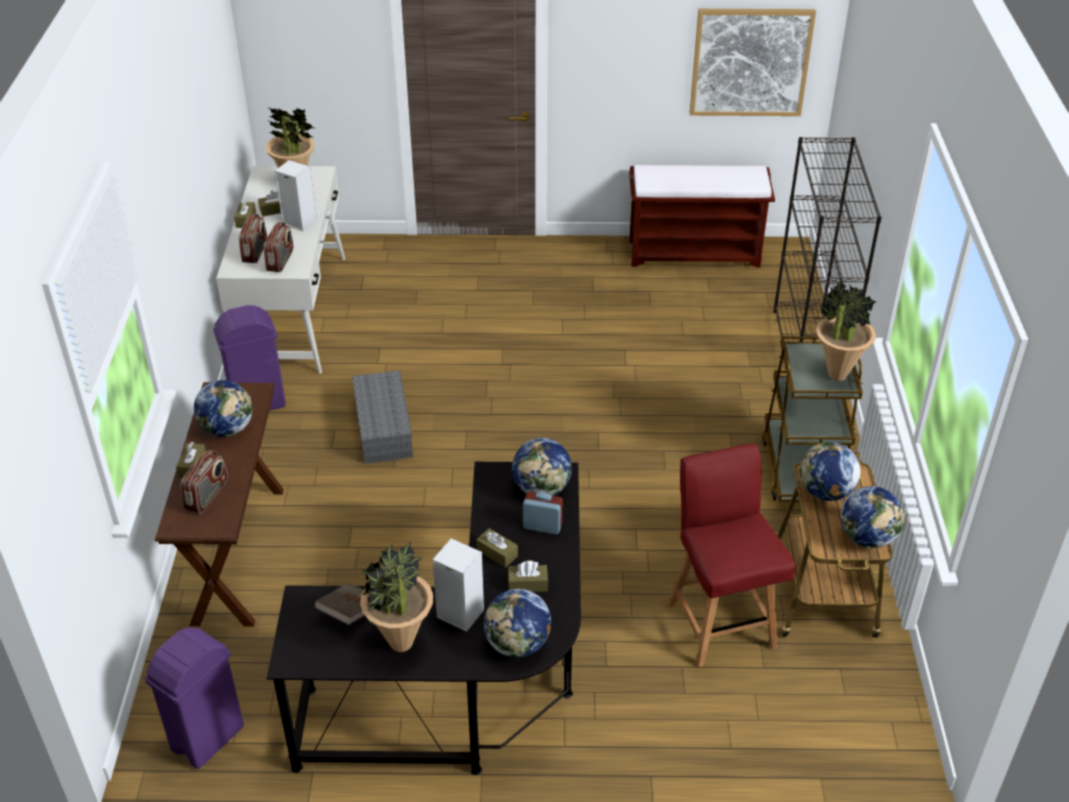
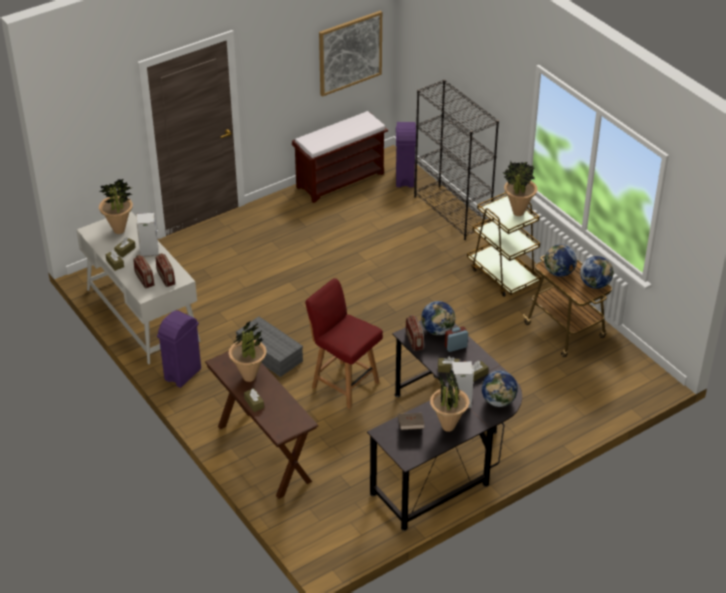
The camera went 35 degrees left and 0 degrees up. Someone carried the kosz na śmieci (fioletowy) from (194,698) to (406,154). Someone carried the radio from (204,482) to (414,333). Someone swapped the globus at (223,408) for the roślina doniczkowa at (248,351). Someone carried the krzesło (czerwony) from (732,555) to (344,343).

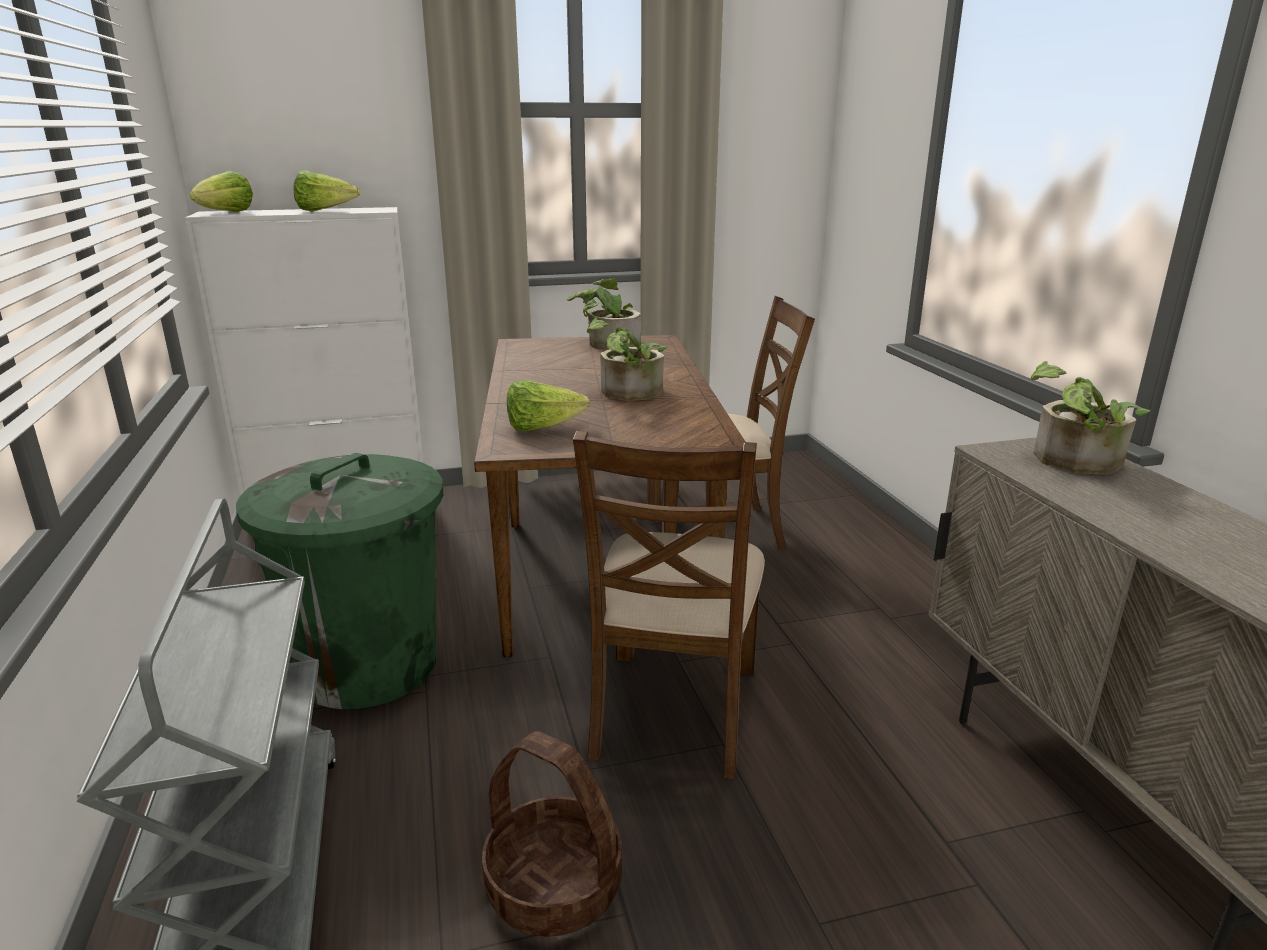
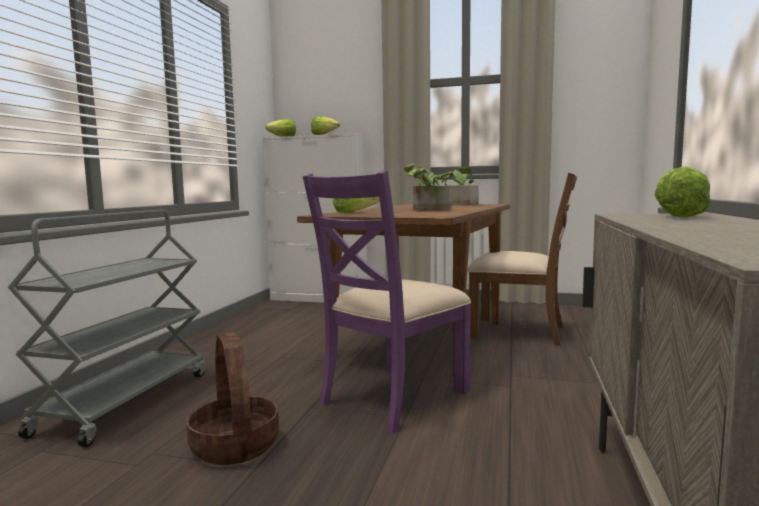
The camera went 30 degrees right and 15 degrees down. Someone took away the kosz na śmieci (zielony) at (339,581). Someone repainted the krzesło (brązowy) at (669,605), which became the krzesło (fioletowy) at (387,301). Someone swapped the roślina doniczkowa at (1090,417) for the sałata at (683,192).

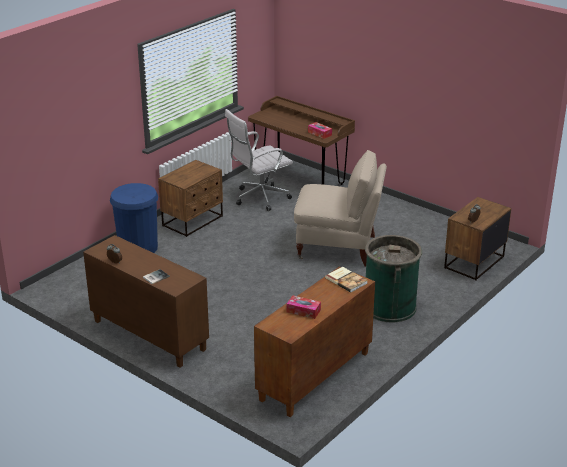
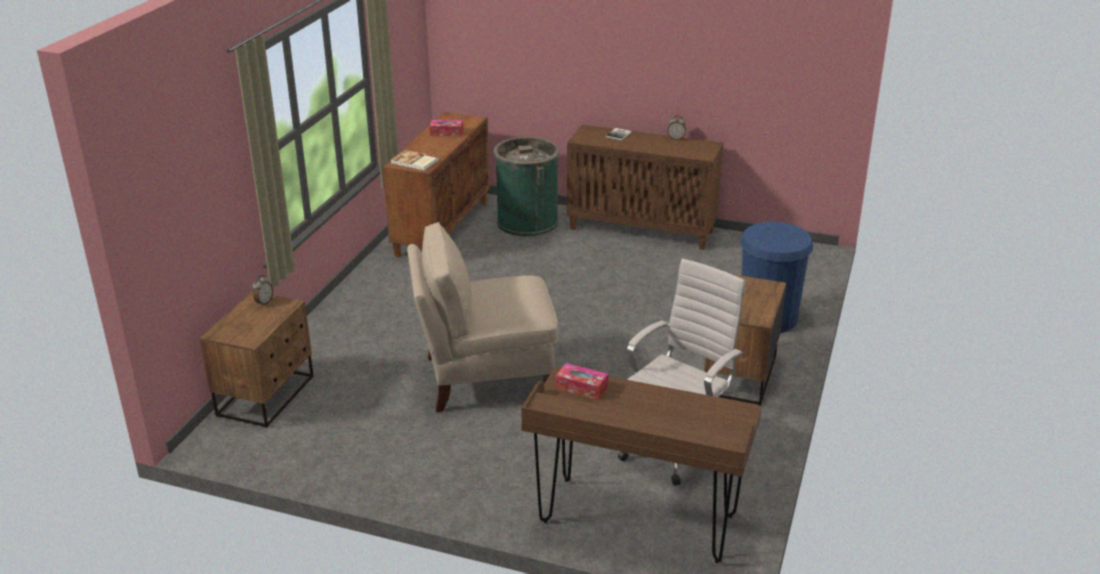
The camera went 160 degrees right and 0 degrees up. Someone carried the kosz na śmieci (zielony) from (393,279) to (527,187).

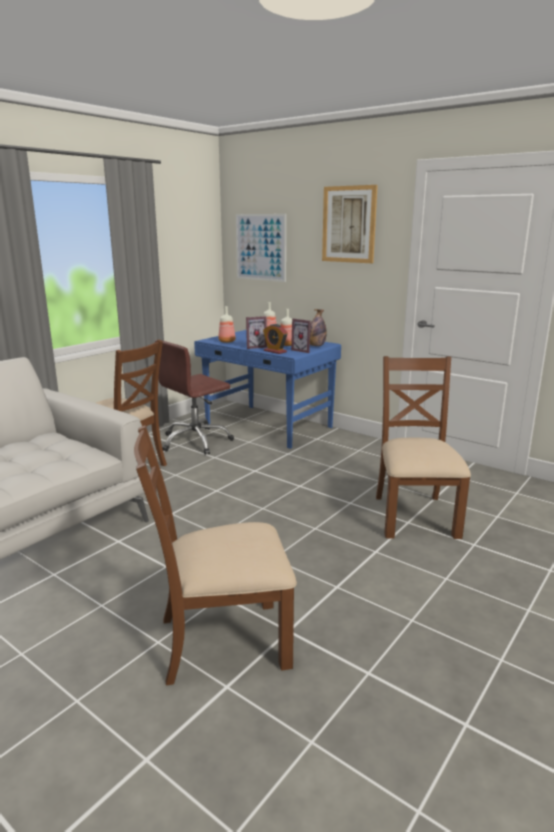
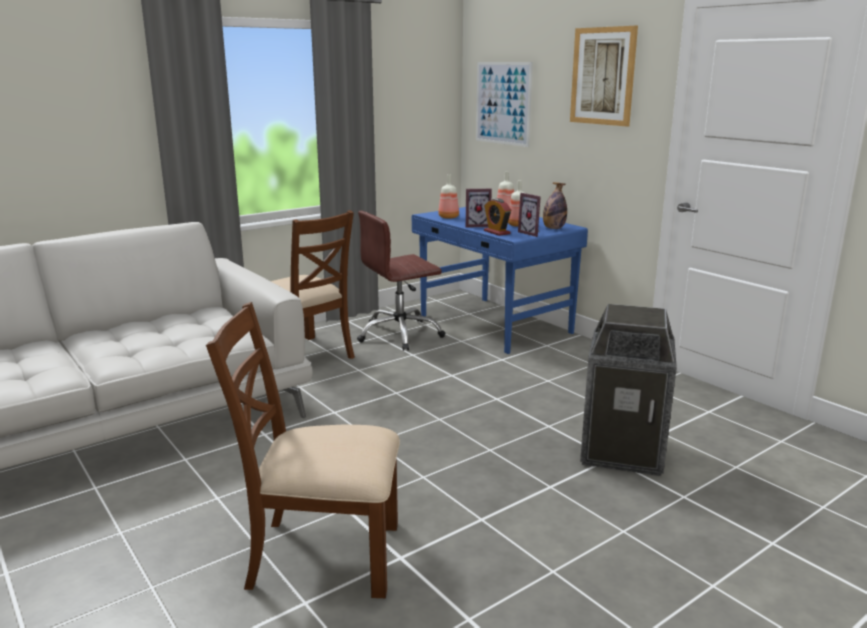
The camera went 15 degrees right and 0 degrees up. Someone swapped the krzesło (brązowy) at (423,447) for the kosz na śmieci at (628,390).

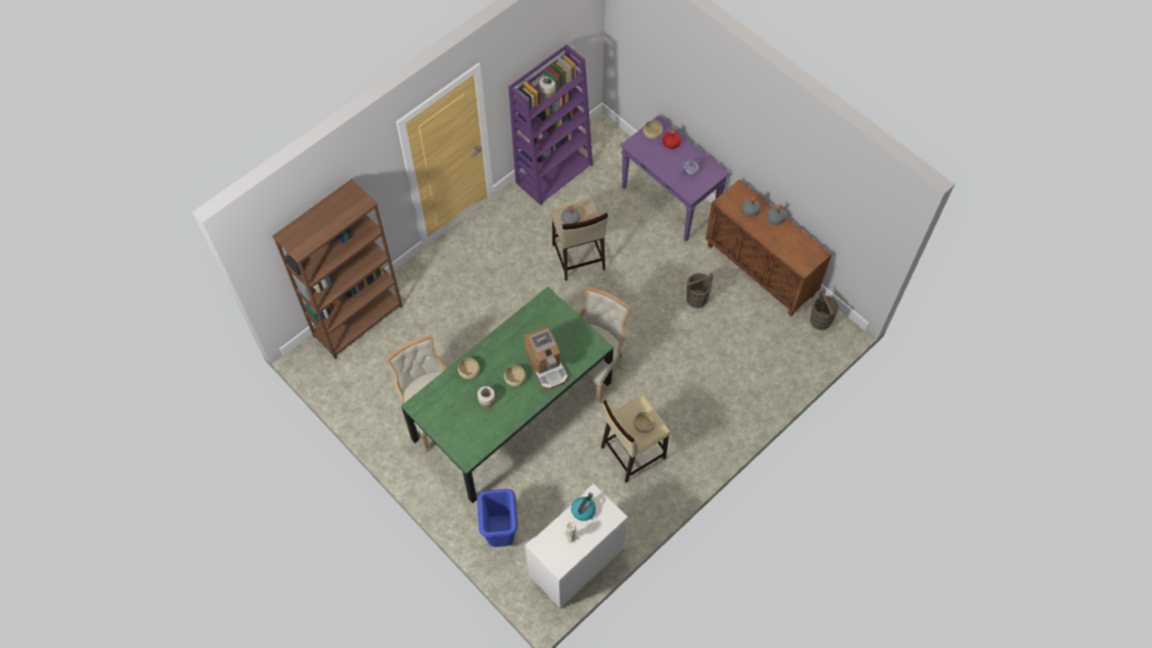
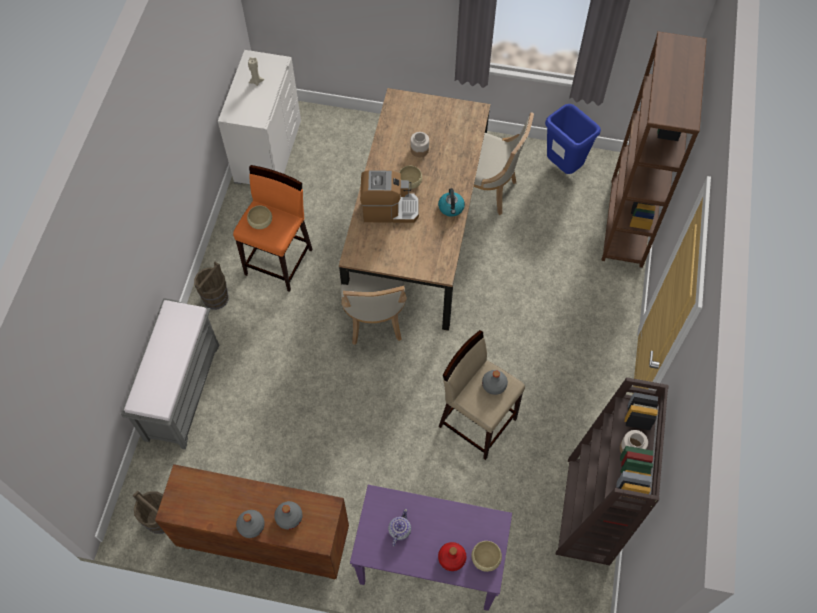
The camera went 145 degrees right and 0 degrees up. Someone repainted the stół jadalny (zielony) at (507,395), which became the stół jadalny (brązowy) at (414,209). Someone took away the miska (beżowy) at (469,368). Someone carried the kosz na śmieci (niebieski) from (497,518) to (573,139). Someone repainted the regał (fioletowy) at (550,124), which became the regał (brązowy) at (612,471). Someone rotated the ekspres do kawy at (546,358) by 150 degrees clockwise. Someone carried the czajnik from (583,507) to (451,202). Someone repainted the stołek (beżowy) at (635,439), which became the stołek (pomarańczowy) at (273,228). Someone carried the wiadro (brązowy) from (700,290) to (211,286). Someone put down the ławka (szary) at (170,373).

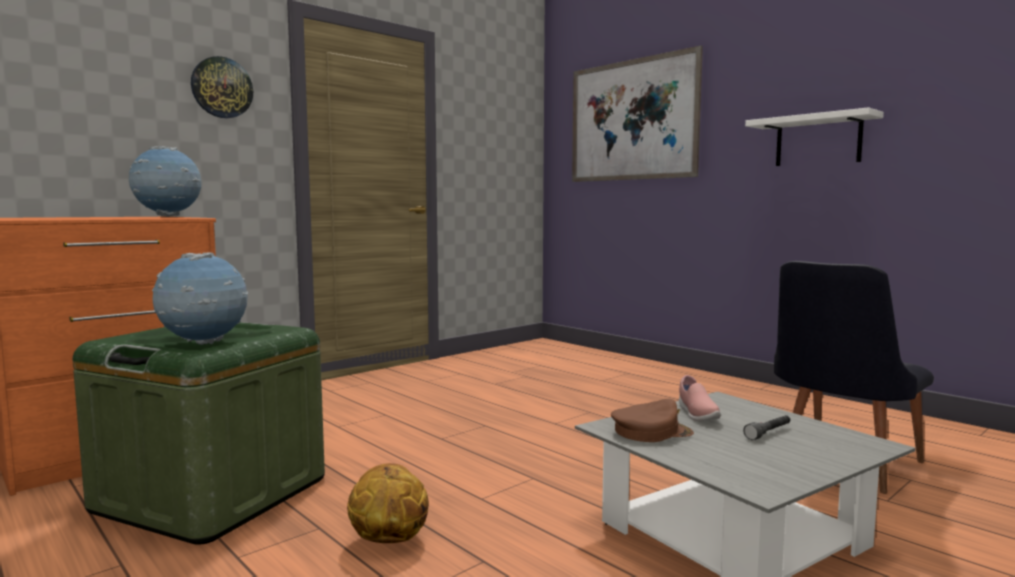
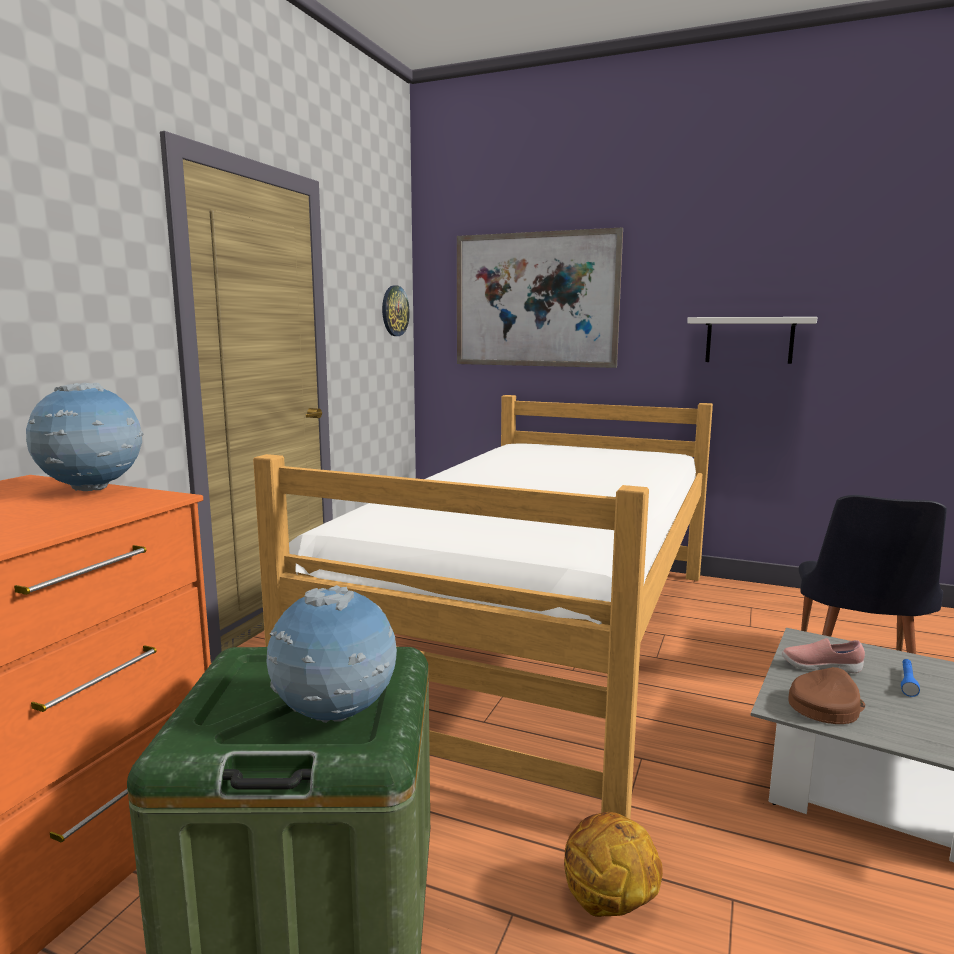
The camera went 25 degrees left and 5 degrees up. Someone carried the zegar ścienny from (222,87) to (396,310). Someone rotated the but (różowy) at (700,398) by 135 degrees clockwise. Someone repainted the latarka (szary) at (766,427), which became the latarka (niebieski) at (910,678). Someone put down the łóżko at (483,607).

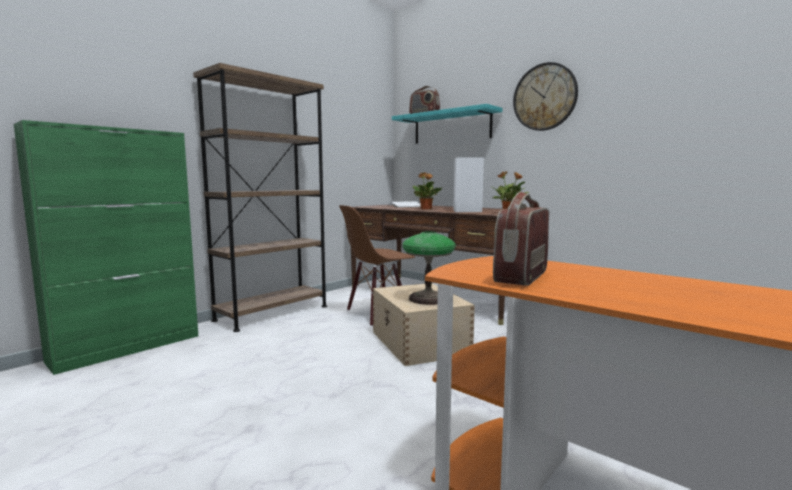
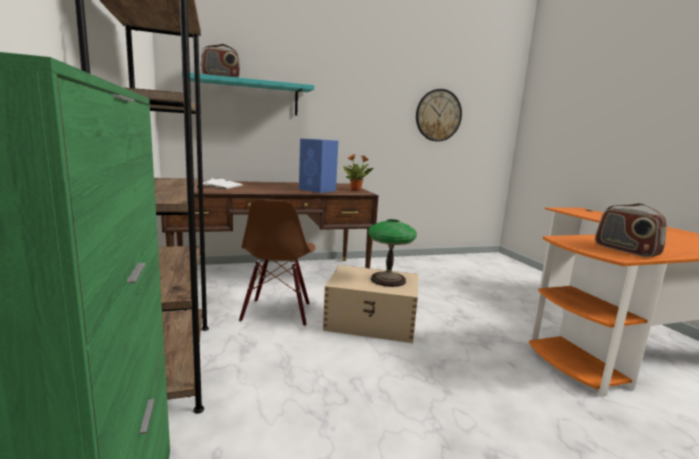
The camera went 60 degrees left and 5 degrees up. Someone took away the roślina doniczkowa at (428,190). Someone repainted the głośnik (biały) at (468,184), which became the głośnik (niebieski) at (318,166). Someone carried the zegar ścienny from (545,96) to (439,115).

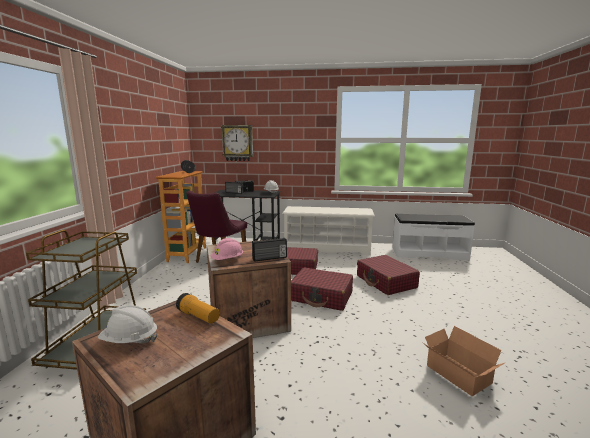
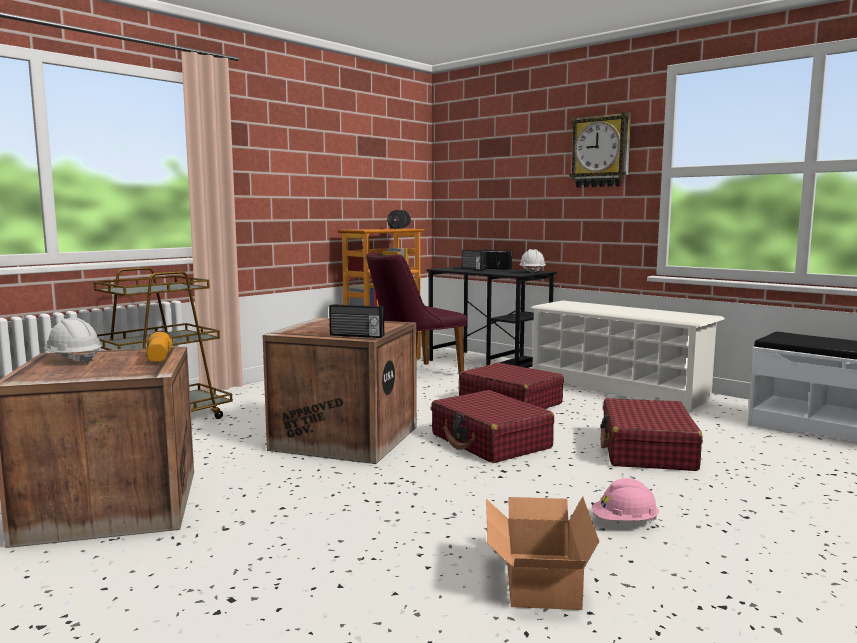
The camera went 35 degrees right and 5 degrees down. Someone carried the kask (różowy) from (227,249) to (625,499). Someone carried the zegar ścienny from (237,143) to (600,150).

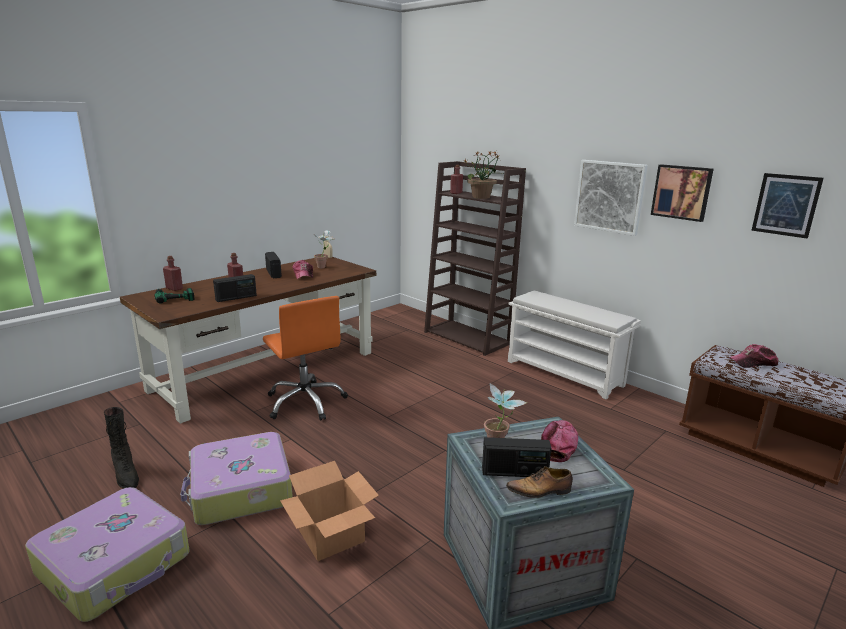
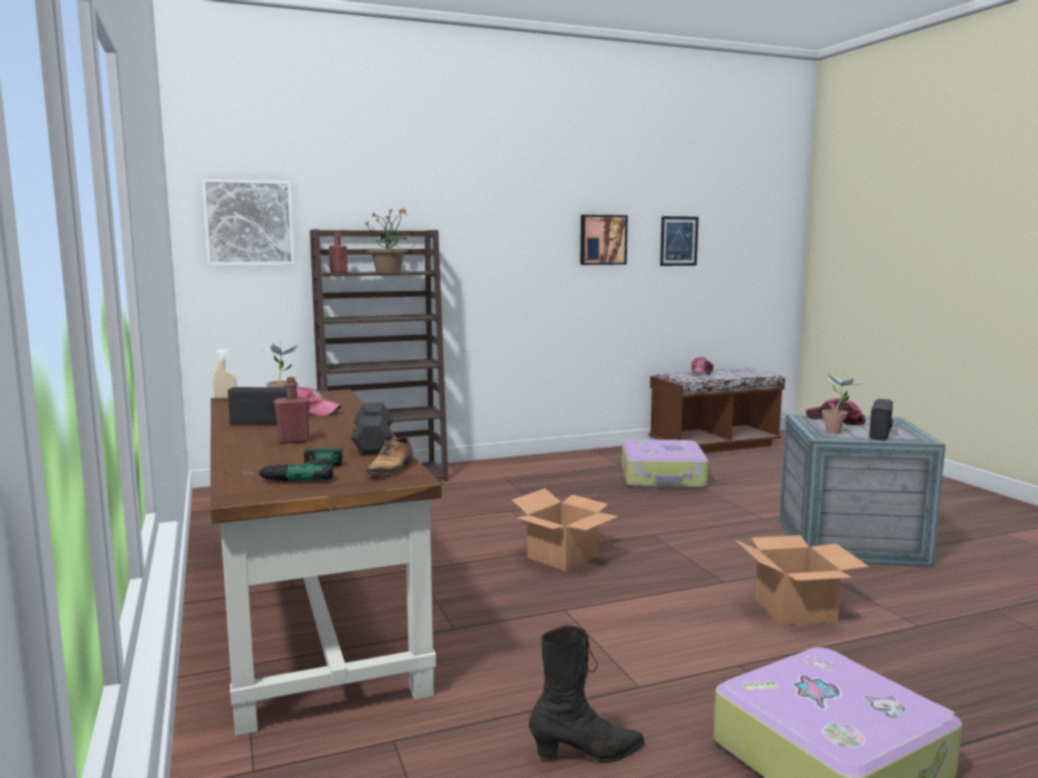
The camera went 65 degrees left and 10 degrees down. Someone took away the butelka (czerwony) at (173,273). Someone carried the walizka from (236,478) to (665,464). Someone swapped the radio at (235,288) for the hantel (czarny) at (371,428). Someone took away the krzesło biurowe (pomarańczowy) at (305,358). Someone carried the but from (539,482) to (389,456). Someone took away the regał na buty (biały) at (574,345). Someone carried the obraz from (611,198) to (248,222). Someone put down the karton at (565,529).

